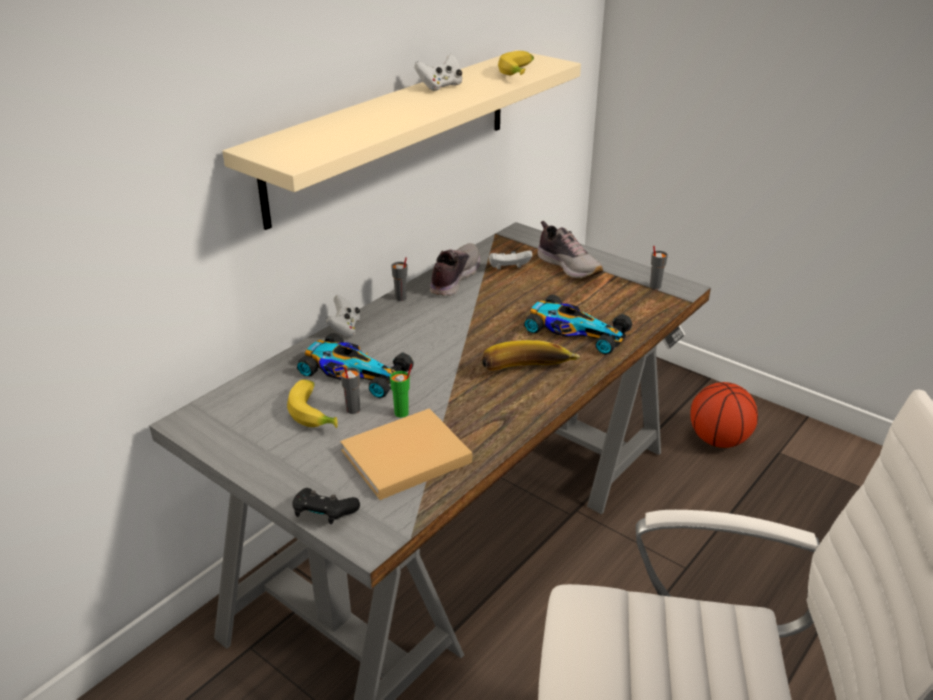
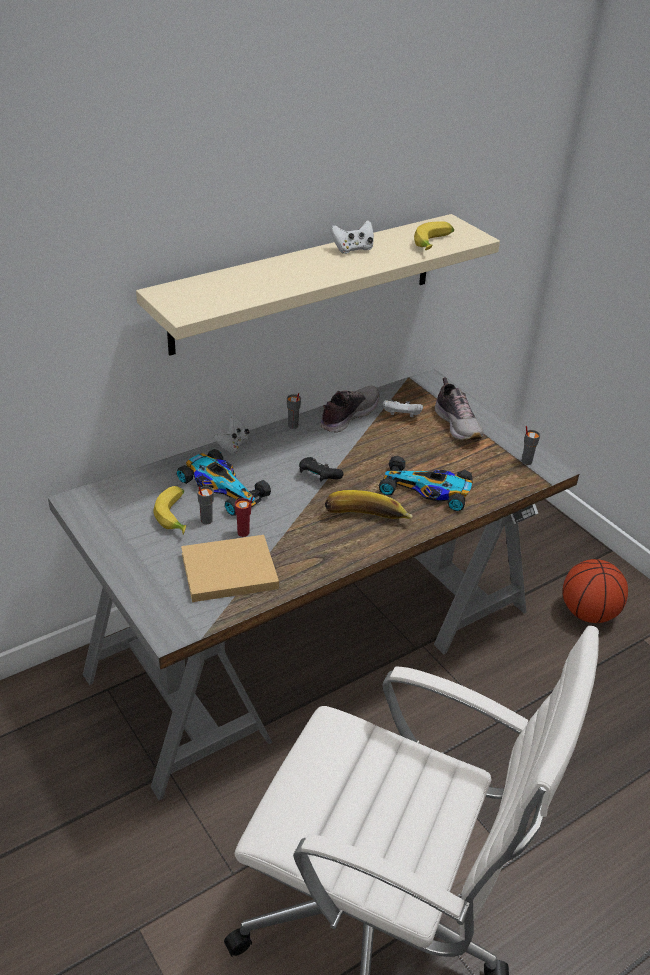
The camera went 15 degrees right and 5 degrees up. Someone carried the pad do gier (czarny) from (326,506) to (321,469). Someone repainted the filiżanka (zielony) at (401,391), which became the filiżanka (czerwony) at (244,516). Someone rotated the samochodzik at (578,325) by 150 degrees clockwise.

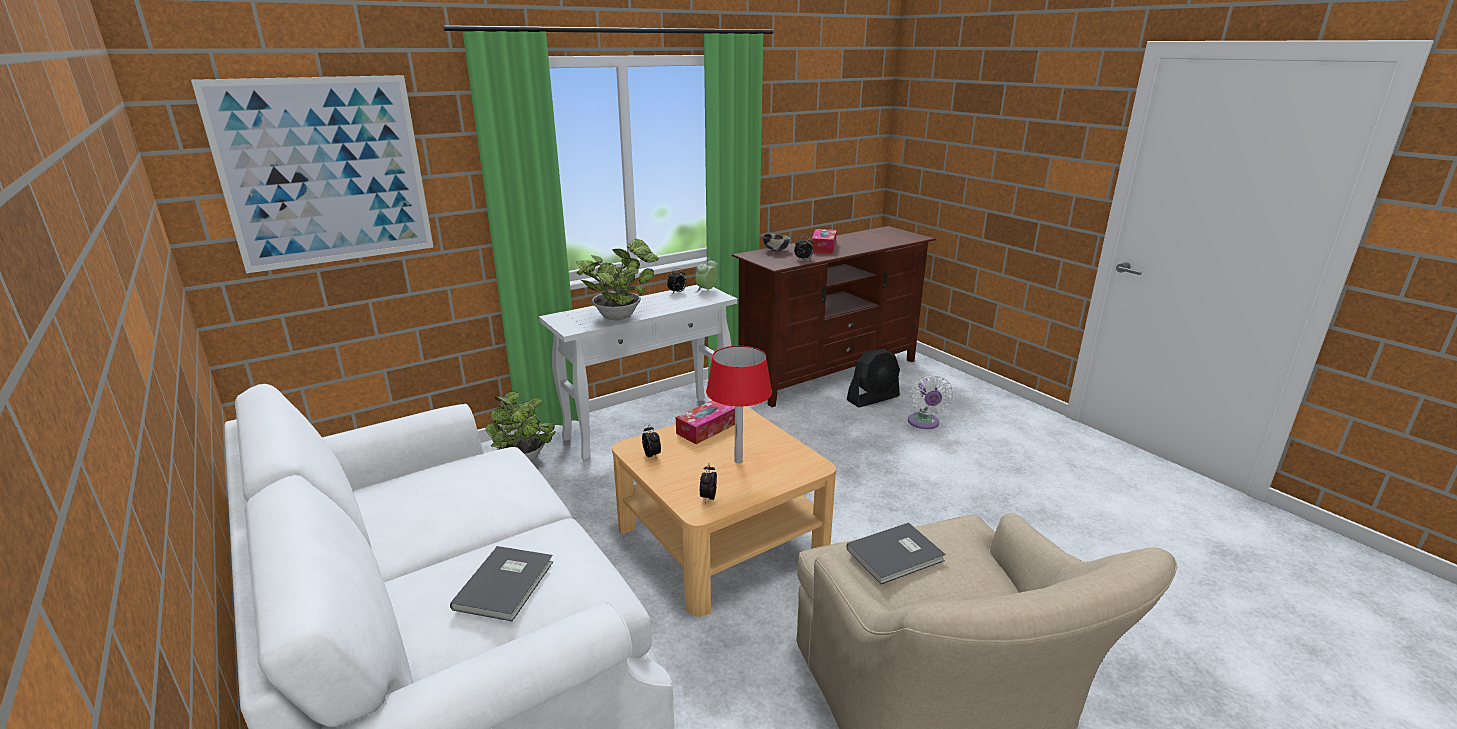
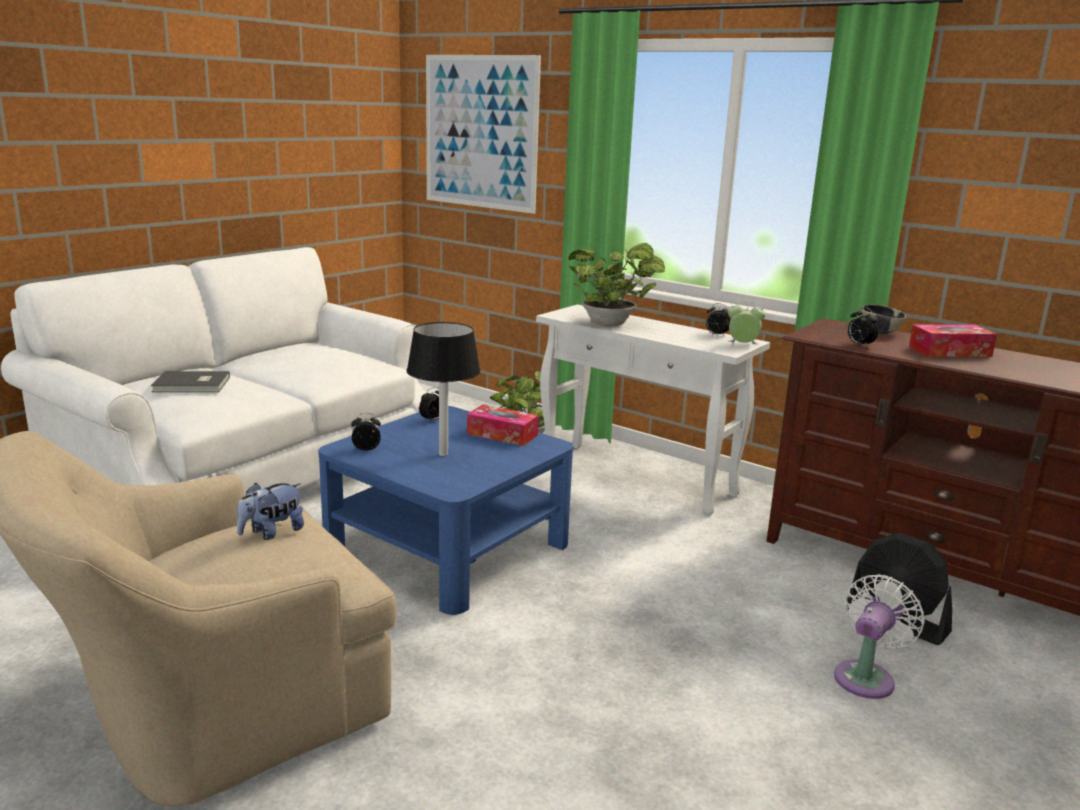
The camera went 70 degrees right and 5 degrees down. Someone repainted the ława (beżowy) at (724,511), which became the ława (niebieski) at (445,510). Someone repainted the lampa stołowa (czerwony) at (739,404), which became the lampa stołowa (czarny) at (443,389). Someone swapped the książka (szary) at (896,553) for the pluszak at (270,511). Someone rotated the wentylator (biały) at (930,402) by 150 degrees clockwise.

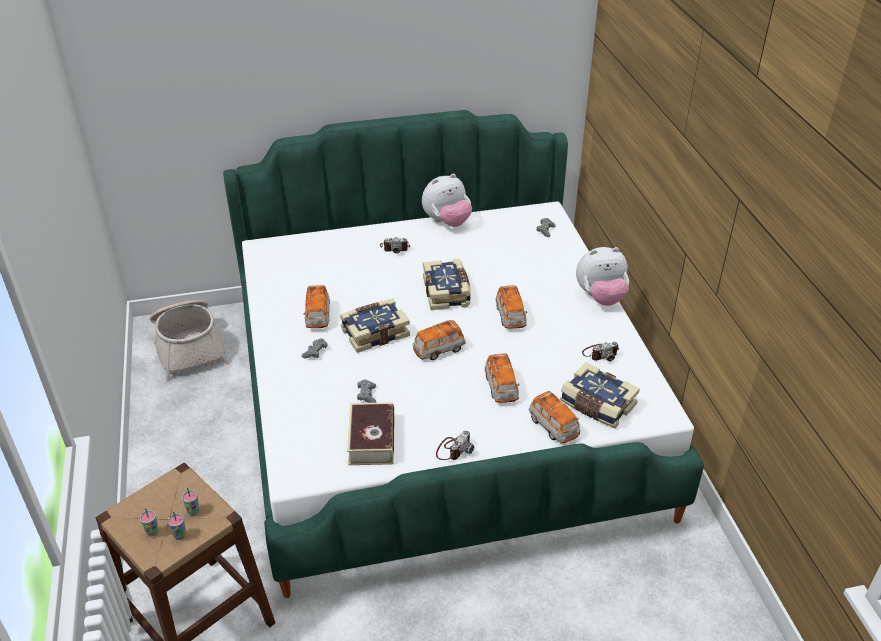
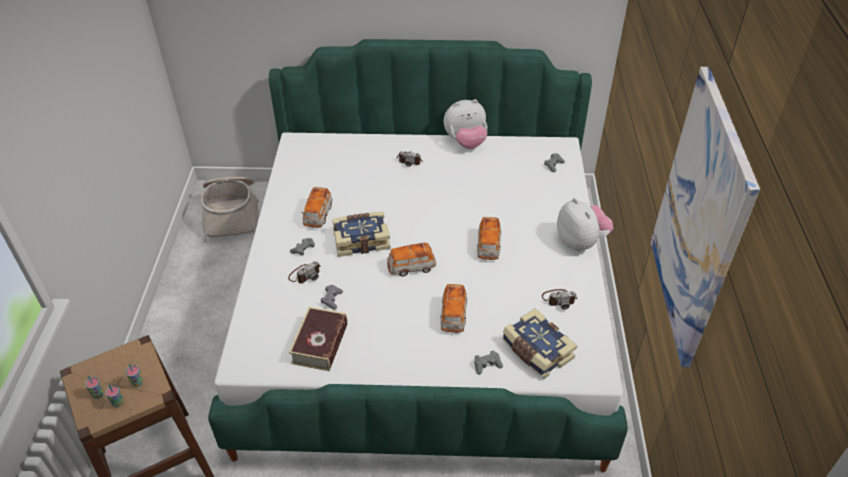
The camera went 15 degrees right and 5 degrees up. Someone took away the książka at (447,284). Someone carried the aparat fotograficzny from (455,445) to (304,272). Someone swapped the samochodzik at (554,417) for the pad do gier (szary) at (488,363). Someone rotated the pluszak at (602,276) by 120 degrees counterclockwise. Someone put up the obraz at (705,217).

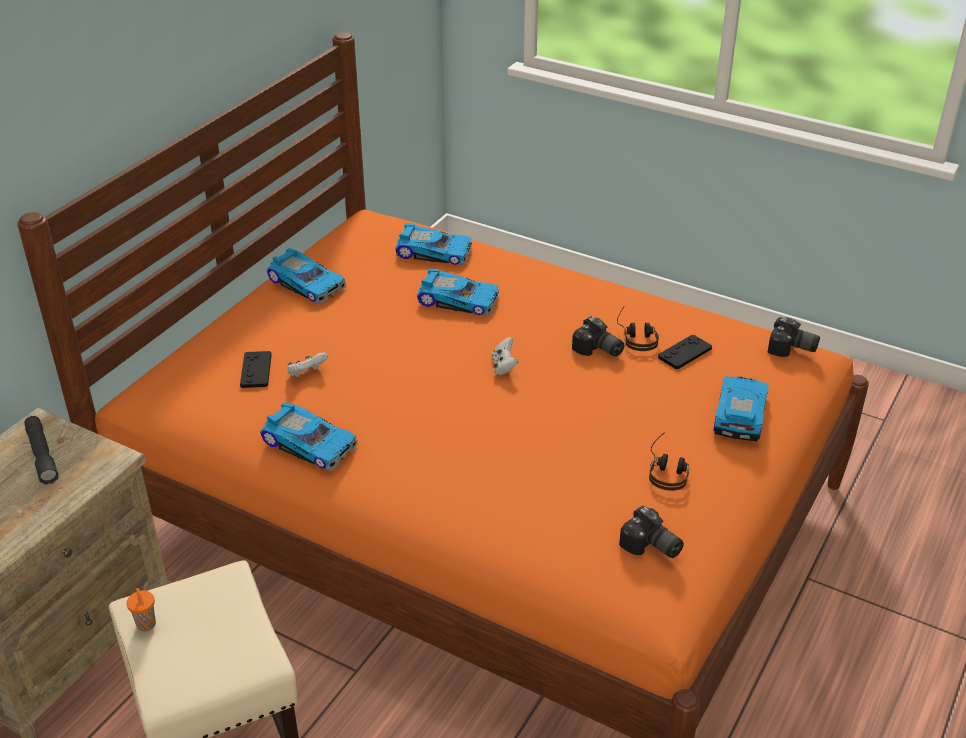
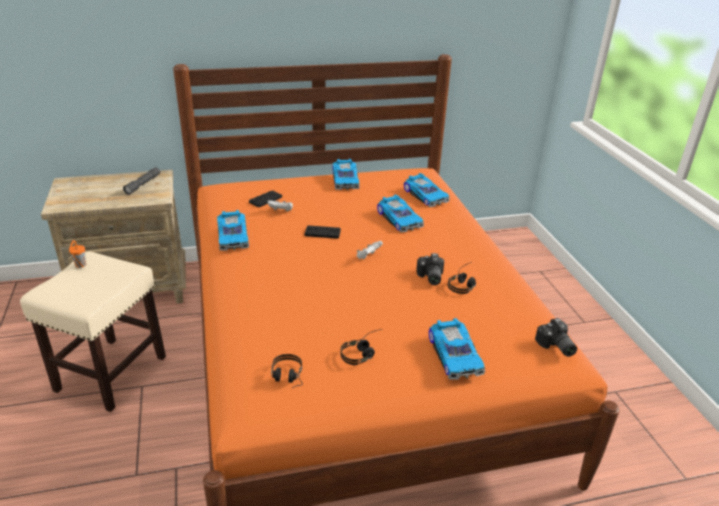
The camera went 45 degrees right and 5 degrees down. Someone swapped the aparat fotograficzny at (651,531) for the słuchawki at (287,371). Someone carried the pad do gier (czarny) from (685,352) to (323,232). Someone rotated the samochodzik at (741,408) by 105 degrees clockwise.

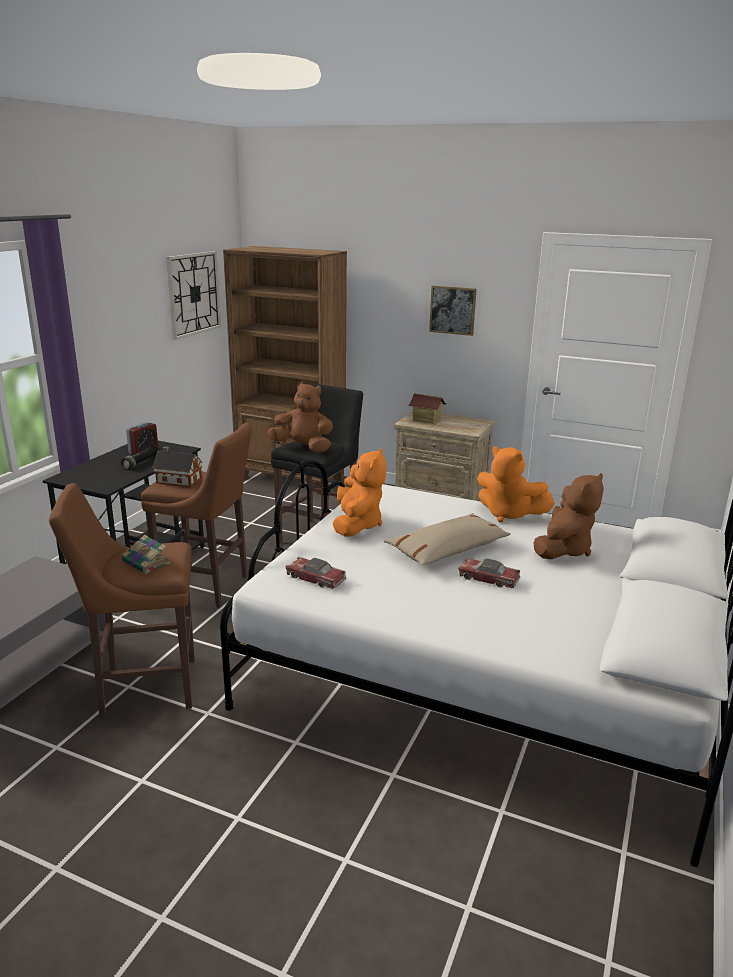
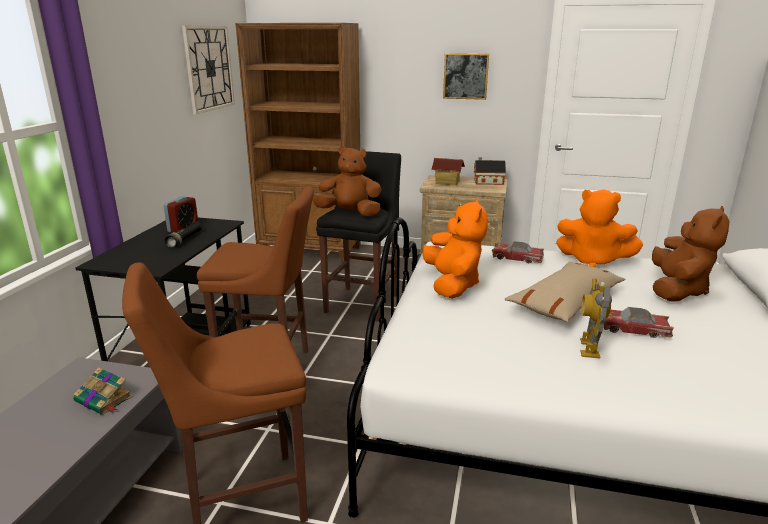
The camera went 10 degrees left and 0 degrees up. Someone carried the książka from (146,554) to (103,391). Someone carried the domek from (177,467) to (490,171). Someone carried the samochodzik from (315,573) to (518,252). Someone put down the robot zabawkowy at (596,318).

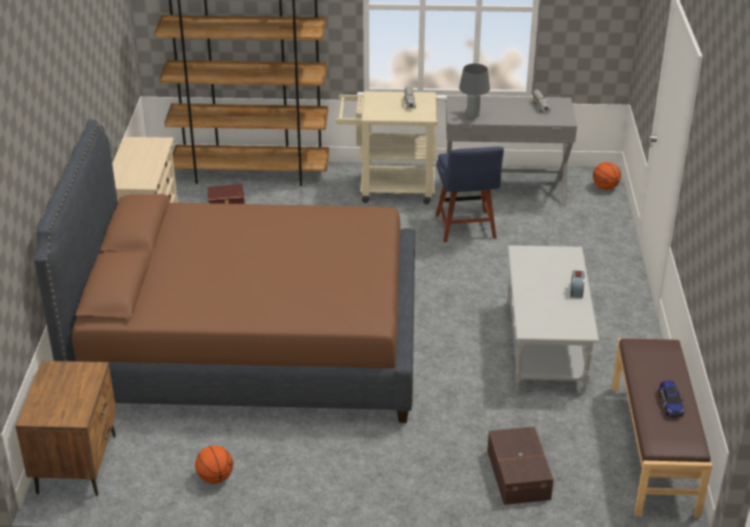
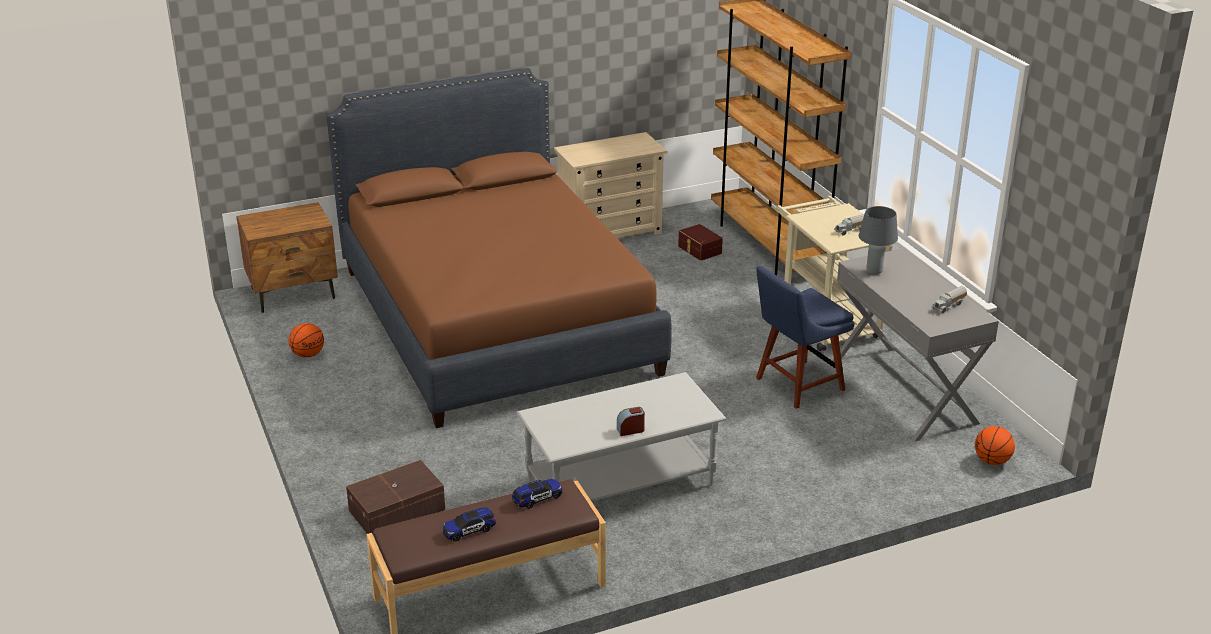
The camera went 65 degrees right and 5 degrees down. Someone put down the samochodzik at (537,494).

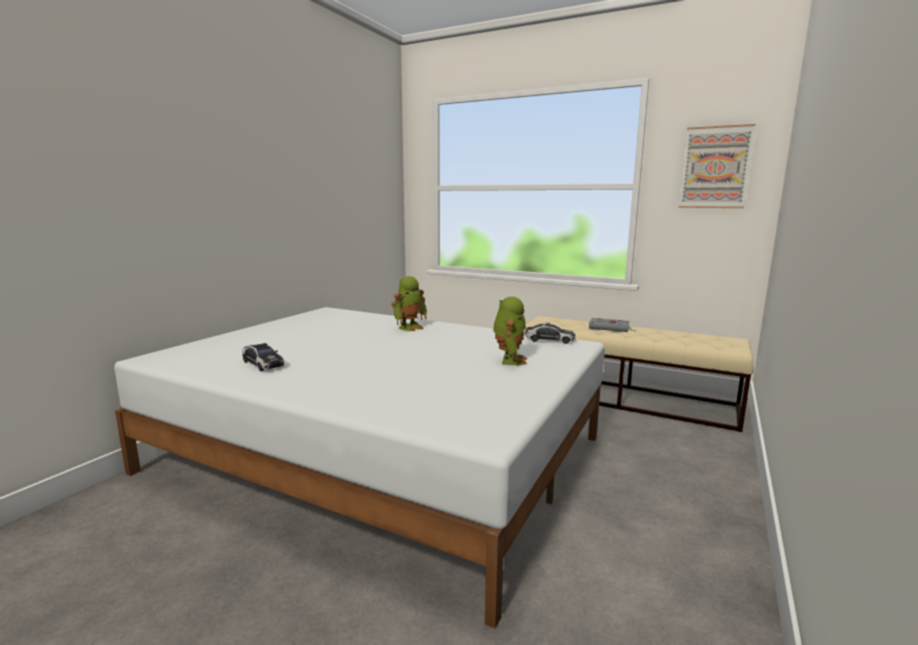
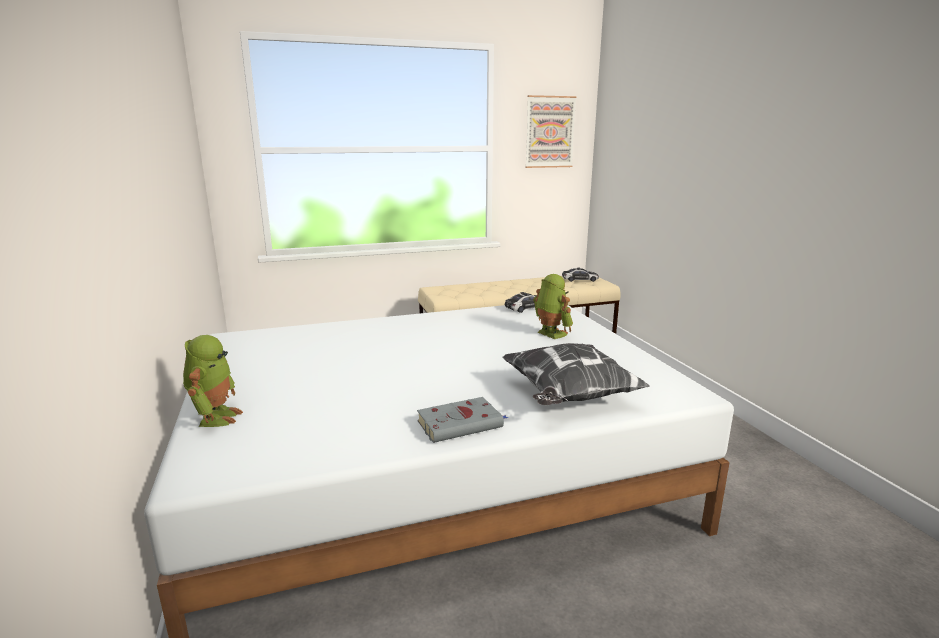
The camera went 45 degrees left and 5 degrees up. Someone carried the samochodzik from (263,357) to (580,274). Someone carried the robot zabawkowy from (409,303) to (213,381). Someone carried the książka (szary) from (612,325) to (462,420). Someone put down the poduszka at (576,374).

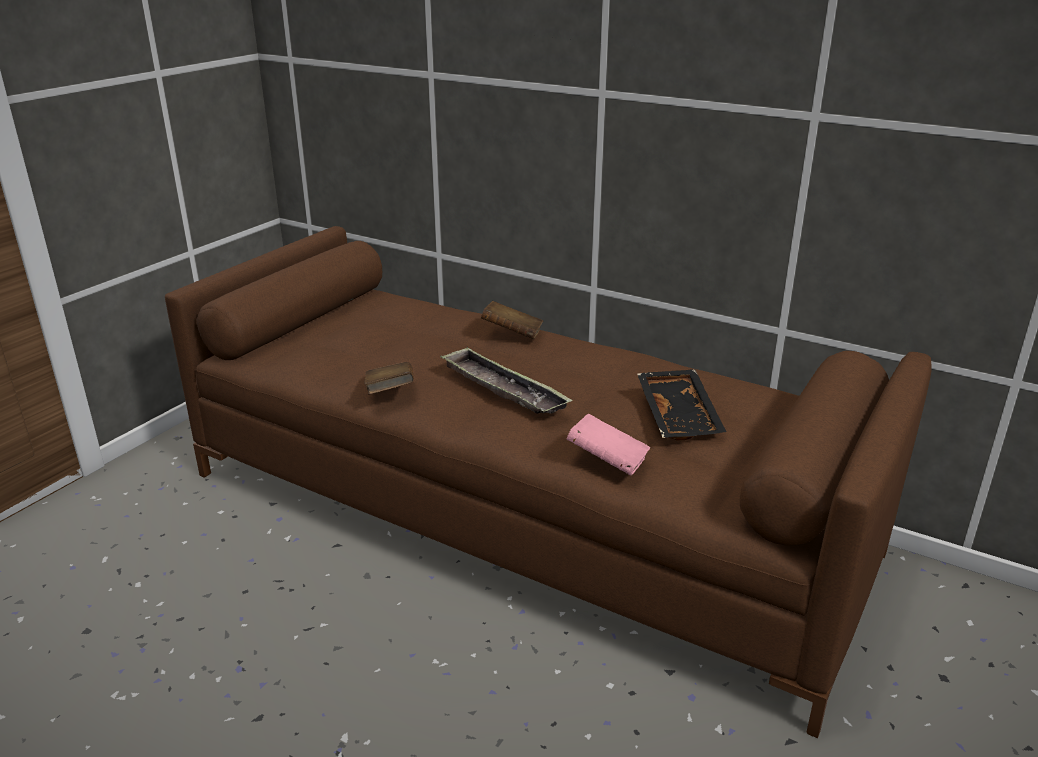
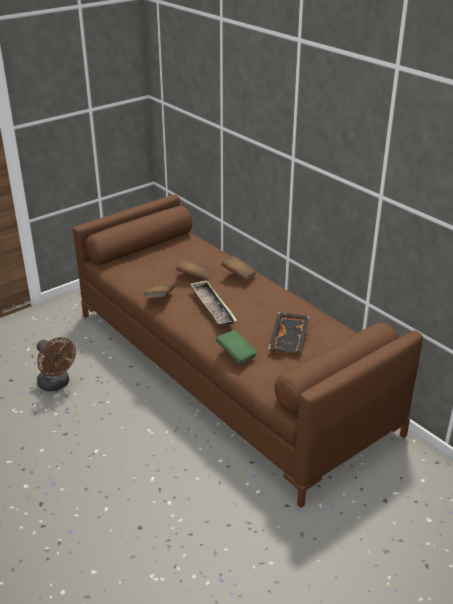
The camera went 20 degrees right and 5 degrees up. Someone repainted the książka (różowy) at (608,444), which became the książka (zielony) at (237,347). Someone put down the wentylator (brązowy) at (56,364). Someone put down the książka (brązowy) at (192,269).

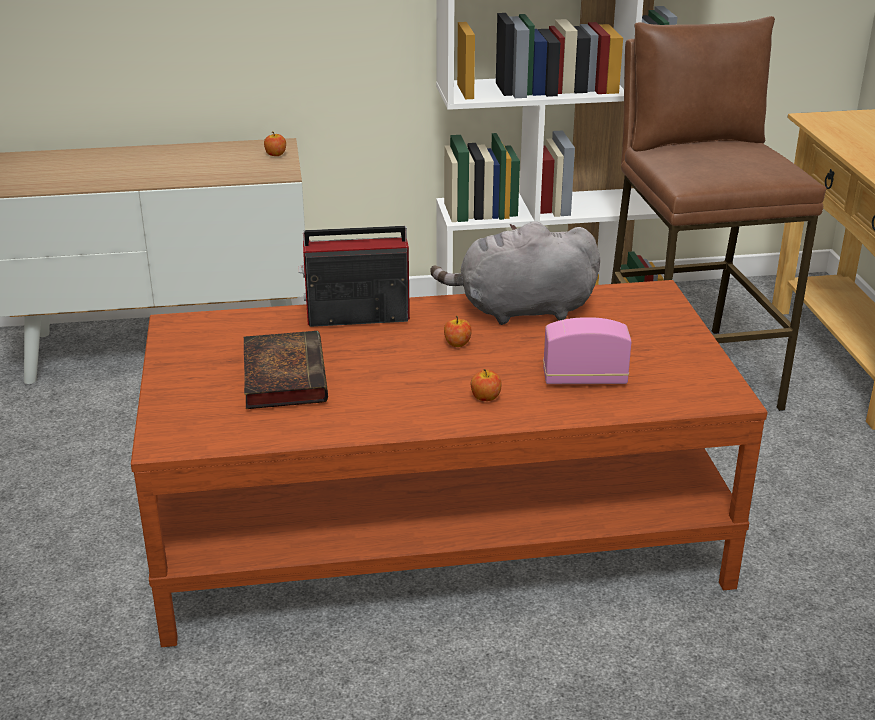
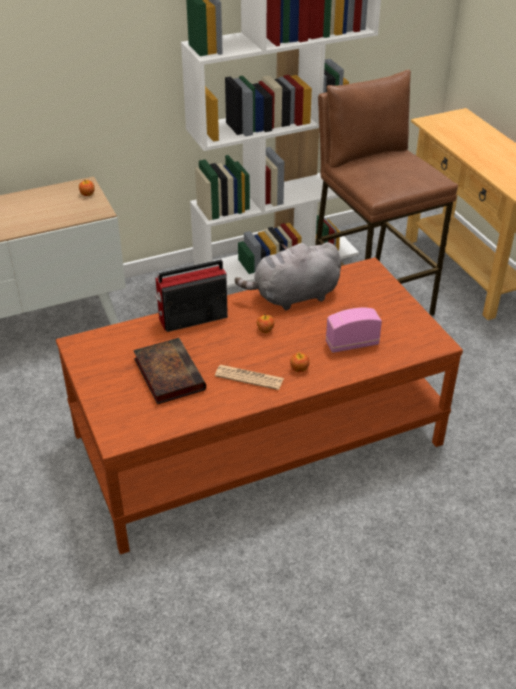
The camera went 15 degrees left and 10 degrees up. Someone put down the gazeta at (249,377).

